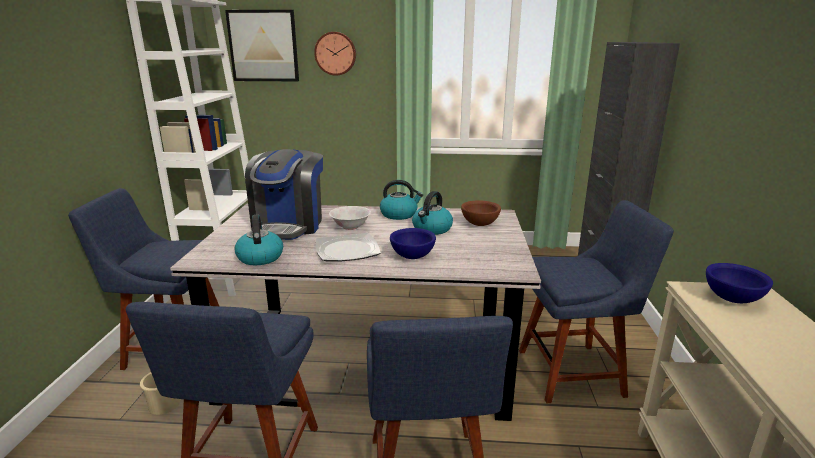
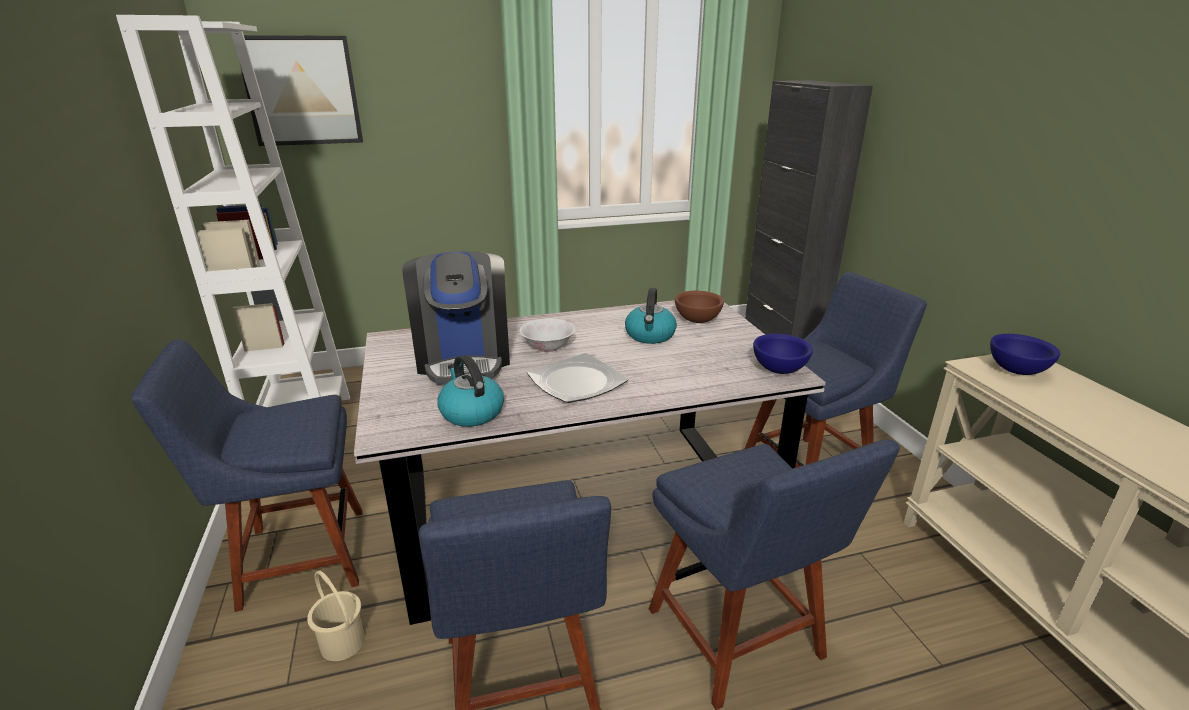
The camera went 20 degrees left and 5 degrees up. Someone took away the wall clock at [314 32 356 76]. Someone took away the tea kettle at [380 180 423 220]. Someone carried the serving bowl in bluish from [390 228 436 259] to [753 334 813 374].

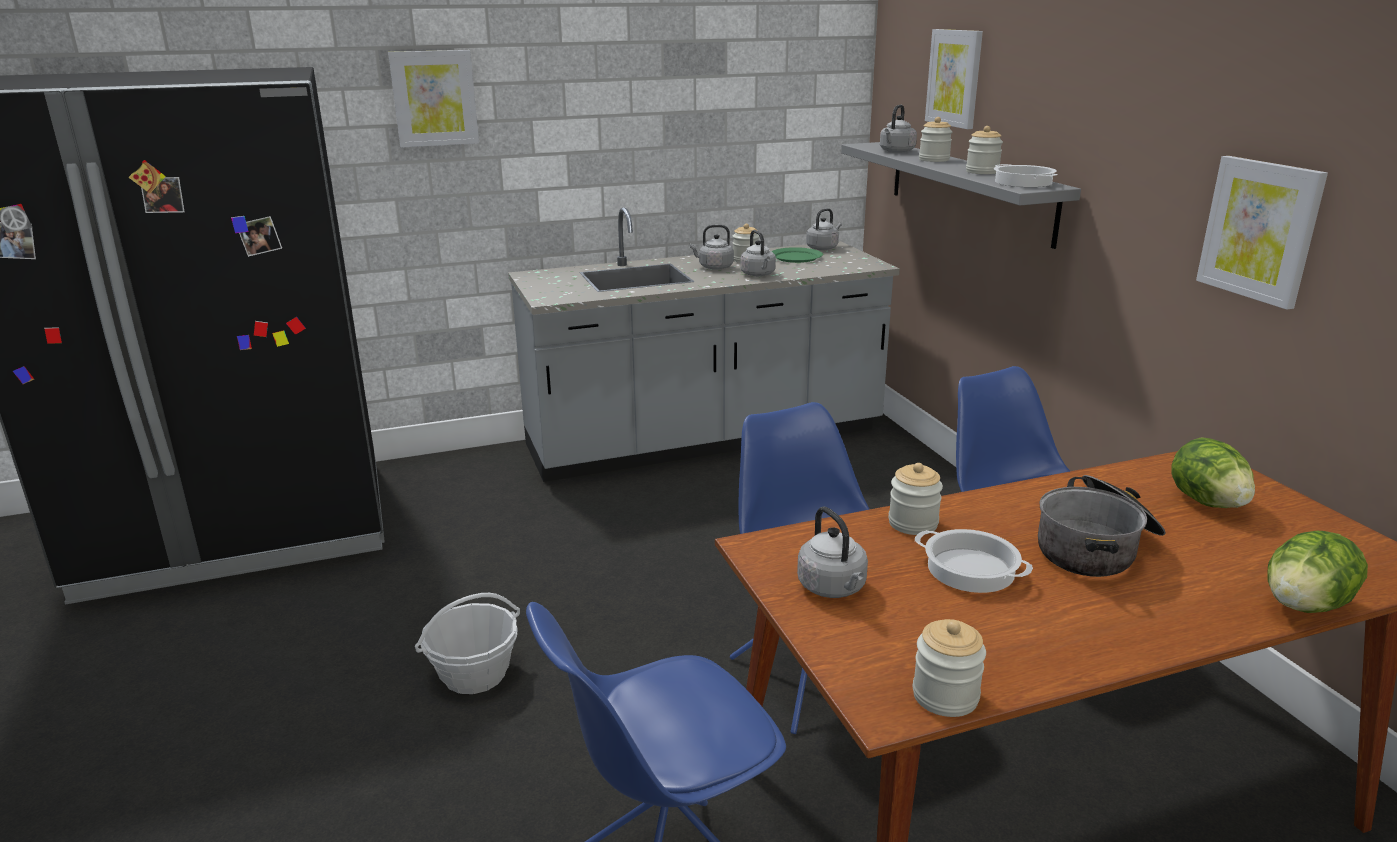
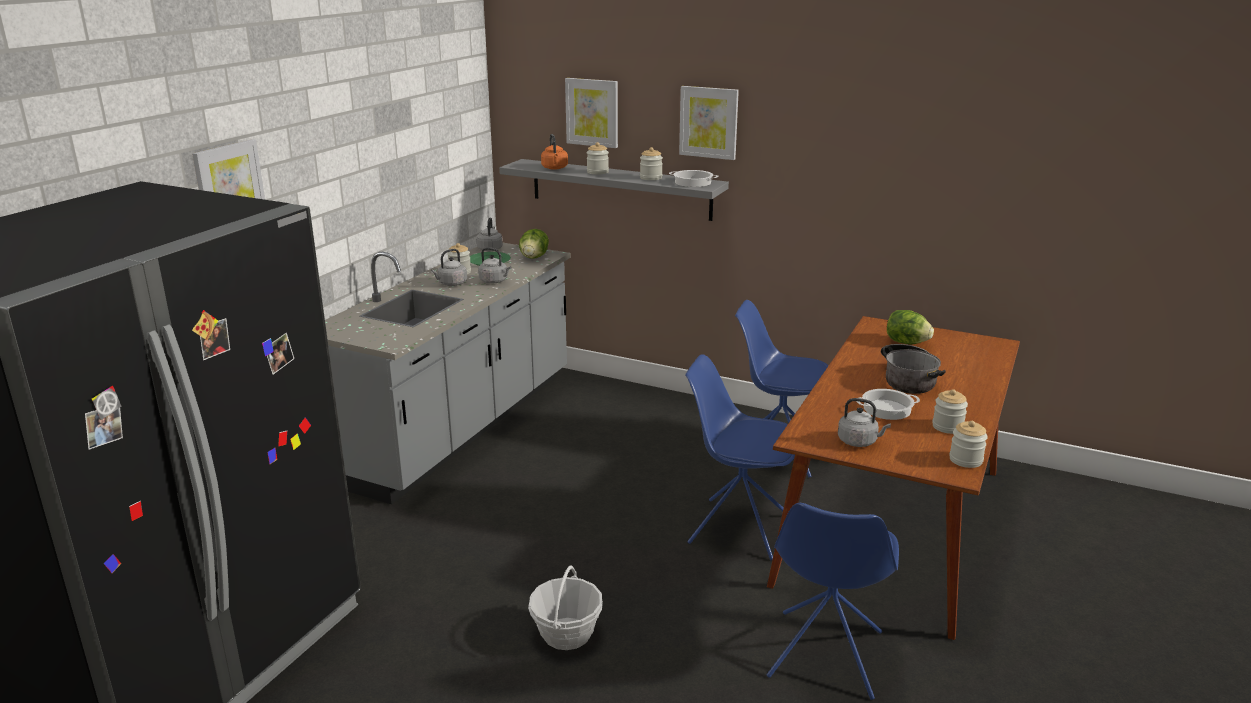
The camera went 45 degrees left and 0 degrees up. Someone carried the preserve jar from [888 463 943 535] to [932 389 968 434]. Someone carried the wall art from [1196 156 1328 310] to [679 86 739 160]. Someone carried the lettuce head from [1267 531 1368 613] to [519 229 549 259]. Someone repainted the tea kettle in grey at [880 105 917 153], which became the tea kettle in orange at [541 134 568 170].

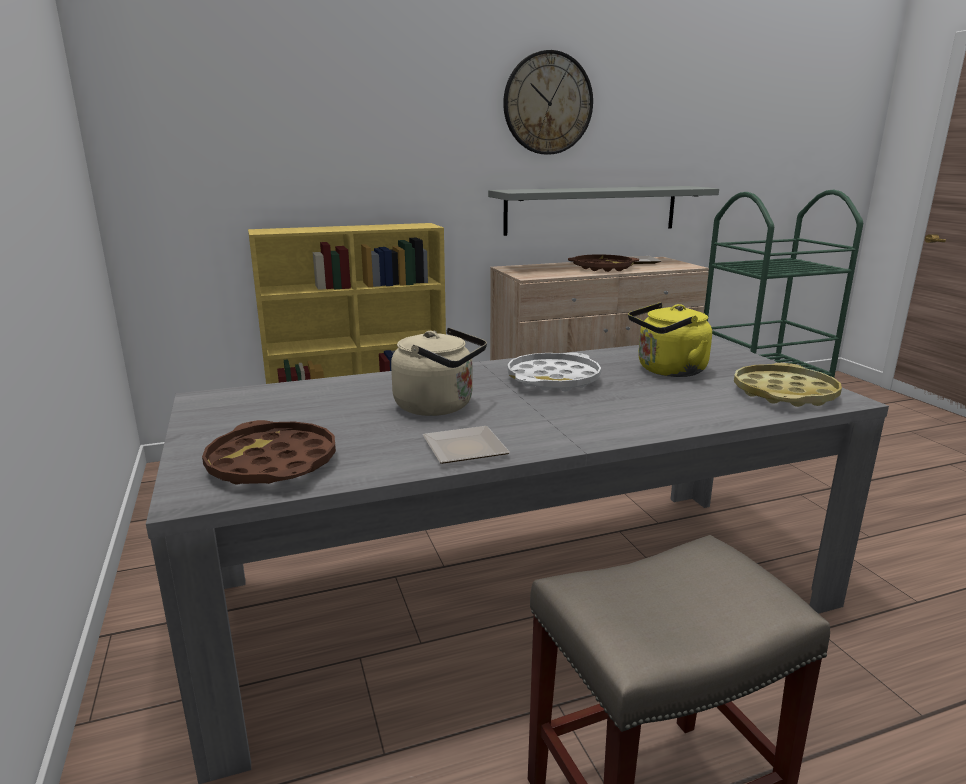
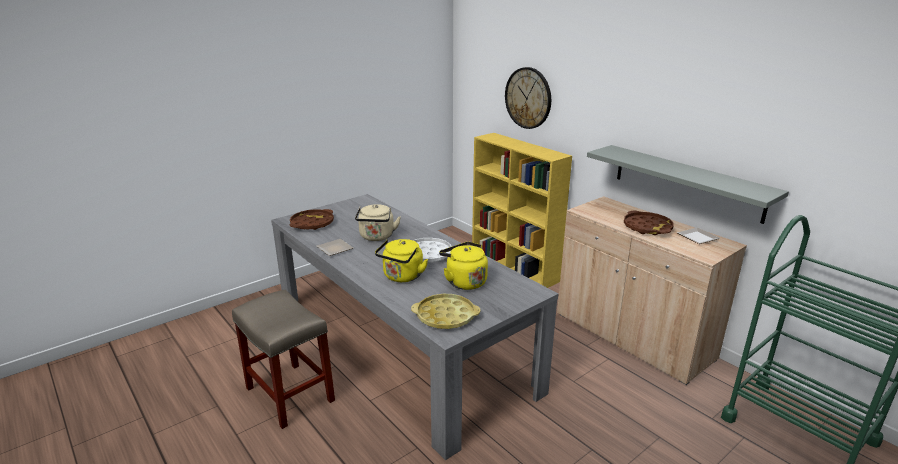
The camera went 70 degrees right and 5 degrees up. Someone put down the tea kettle in yellowish at [375 239 428 282]. Someone carried the wall clock from [503 50 593 155] to [505 67 551 129].

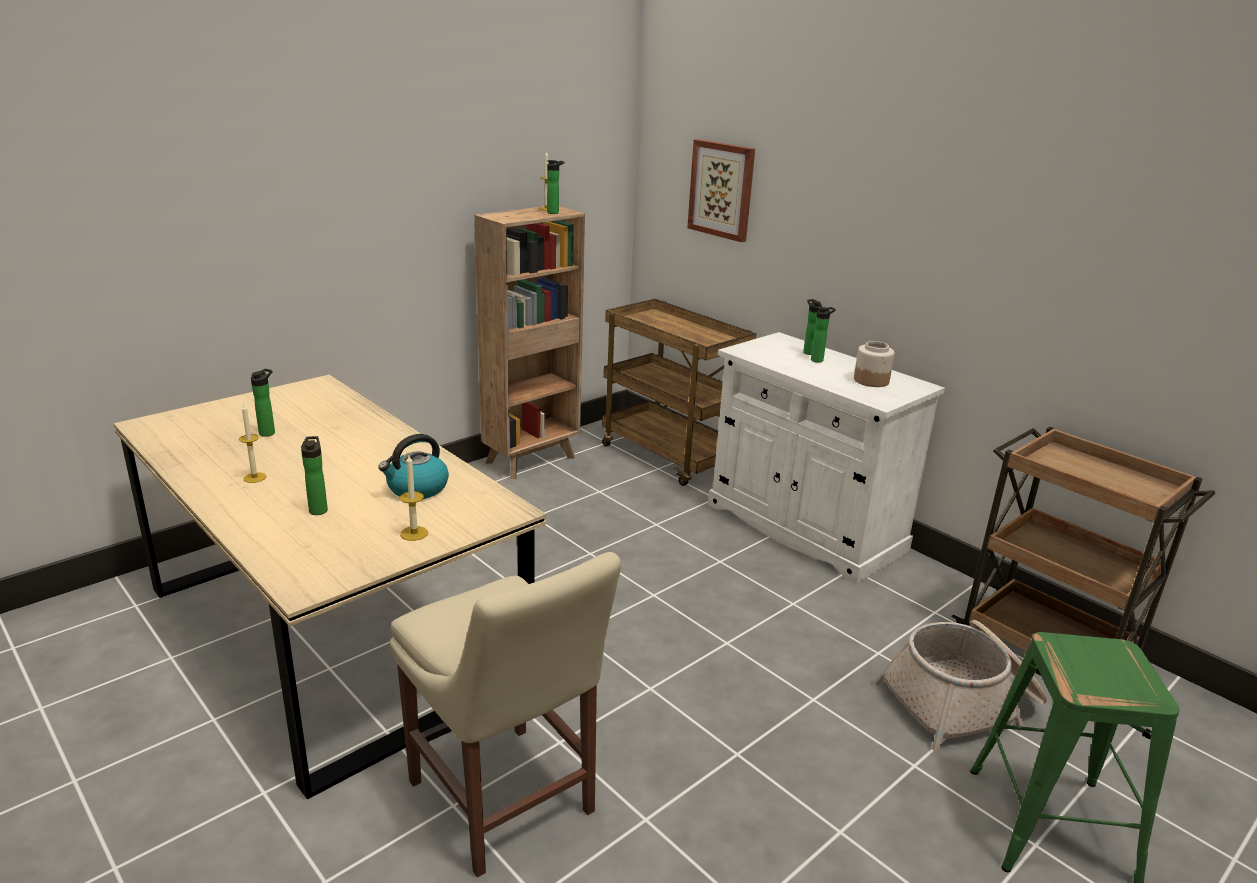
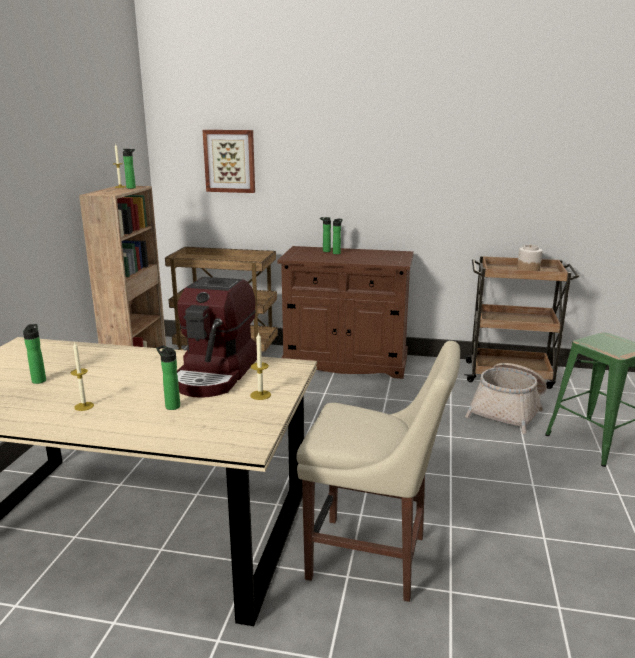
The camera went 35 degrees left and 5 degrees down. Someone carried the preserve jar from [854 341 895 387] to [517 245 542 271]. Someone swapped the tea kettle at [378 434 449 499] for the coffee maker at [177 277 257 397]. Someone repainted the storage cabinet in white at [708 332 945 584], which became the storage cabinet in brown at [277 246 414 379].

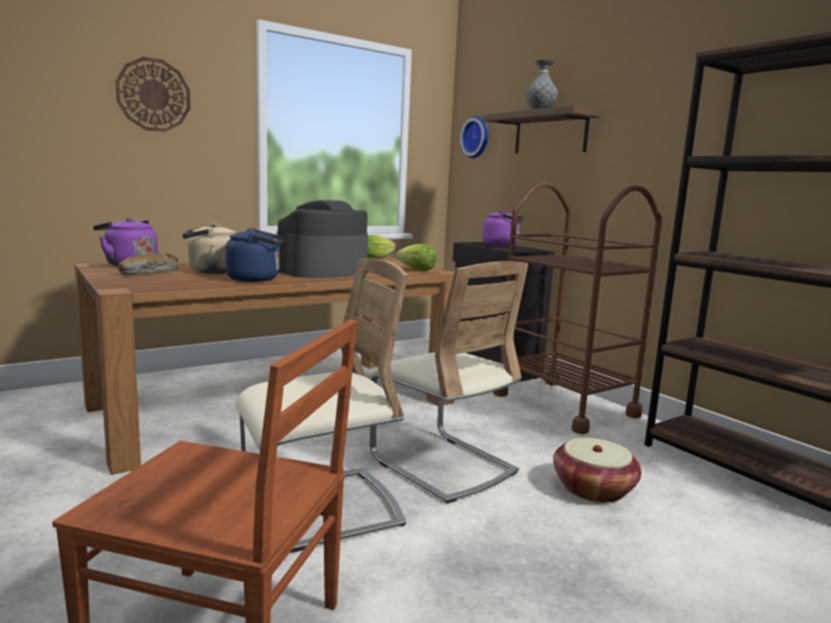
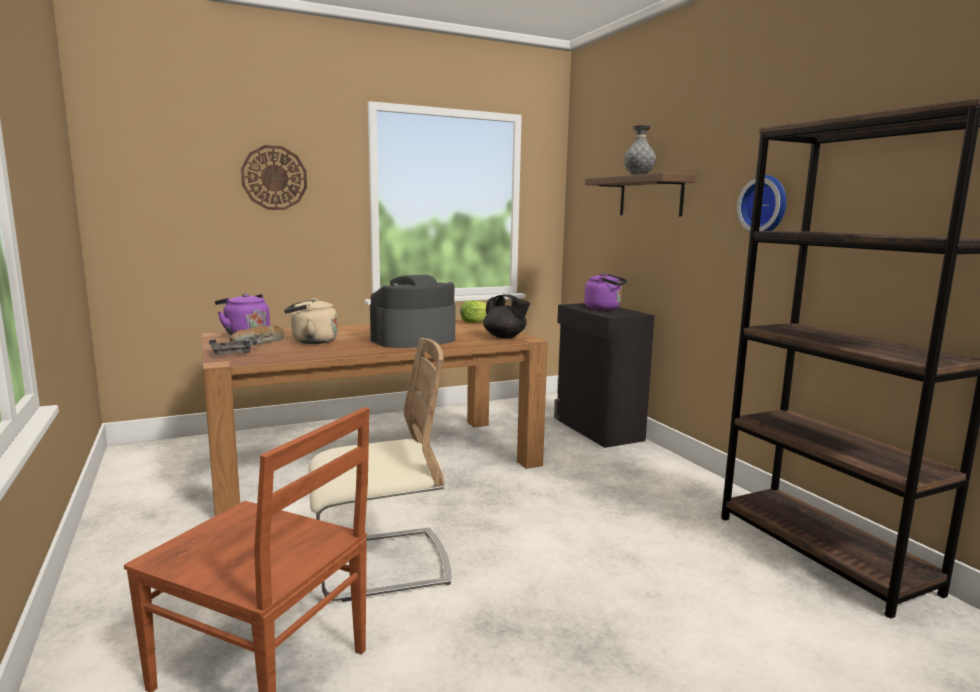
The camera went 10 degrees right and 0 degrees up. Someone took away the tea kettle in bluish at [225 228 284 282]. Someone took away the upright chair in sand-coloured at [370 261 529 504]. Someone took away the cart in brown at [493 182 662 434]. Someone took away the storage basket at [553 437 641 503]. Someone put down the carrying tray in grey at [209 339 261 355]. Someone carried the wall clock from [460 116 488 158] to [737 175 786 232]. Someone swapped the lettuce head at [396 244 436 271] for the pot for tea in black at [483 295 530 338].

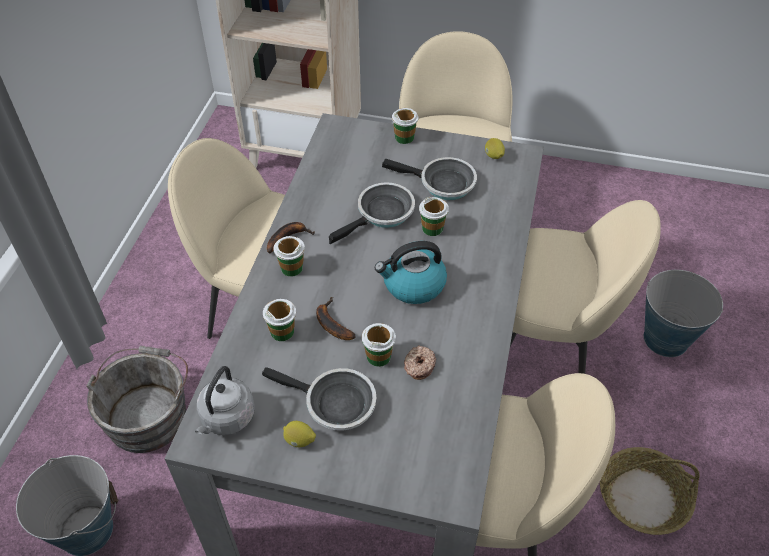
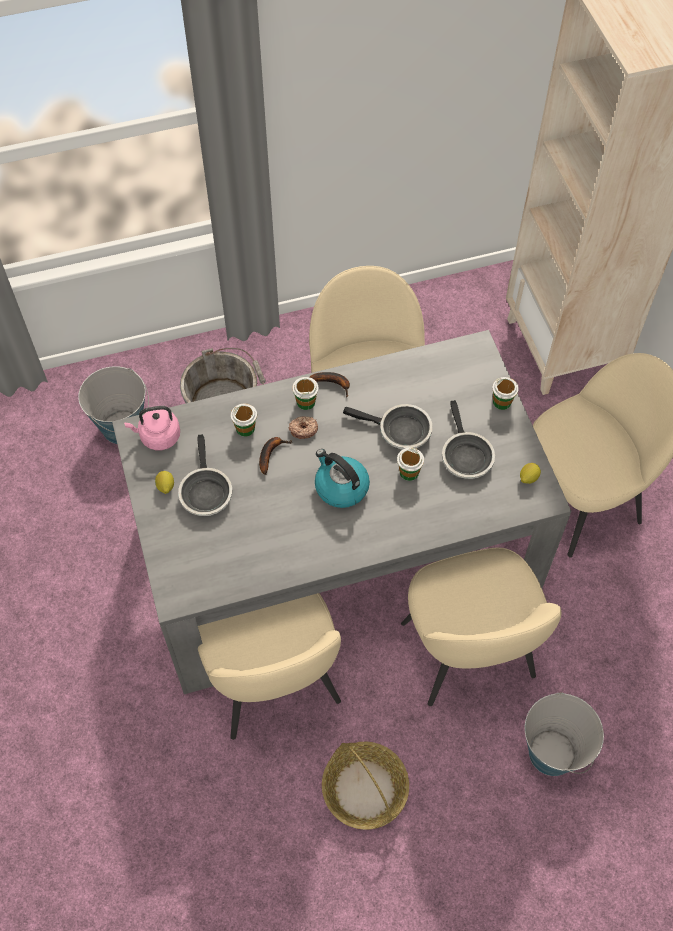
The camera went 60 degrees right and 10 degrees up. Someone took away the cup at [362 323 396 367]. Someone carried the donut from [404 345 436 380] to [289 417 318 439]. Someone repainted the tea kettle in grey at [195 366 255 435], which became the tea kettle in pink at [124 406 180 450].

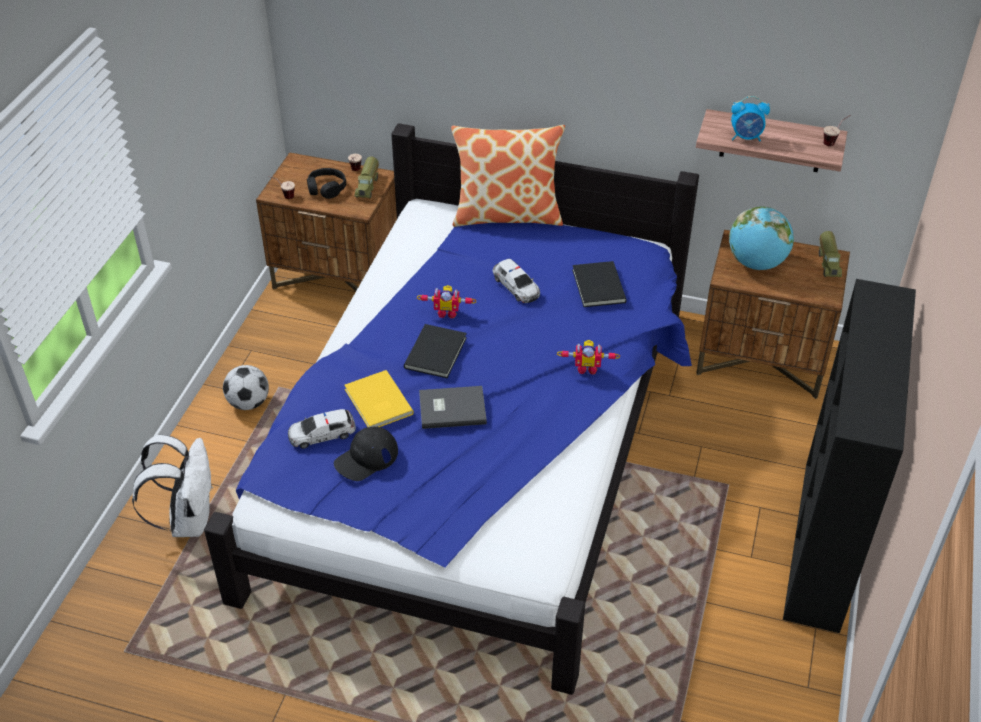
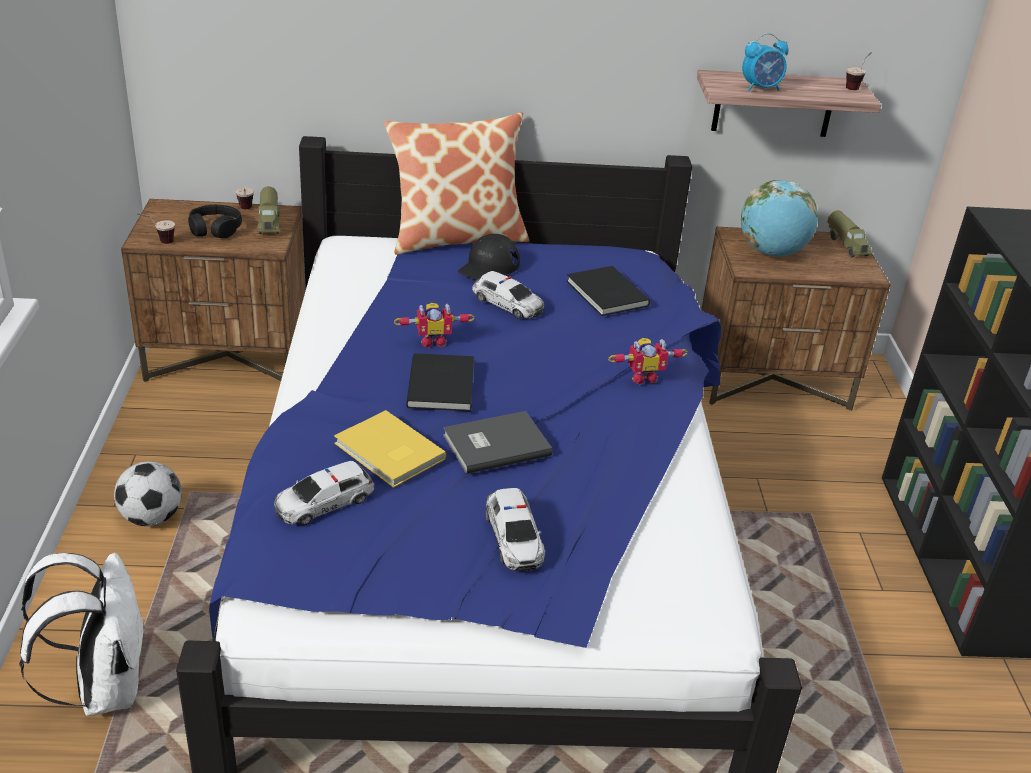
The camera went 20 degrees left and 10 degrees down. Someone put down the miniature car at [486 488 545 571]. Someone carried the peaked cap in black from [334 427 398 481] to [458 234 520 280].

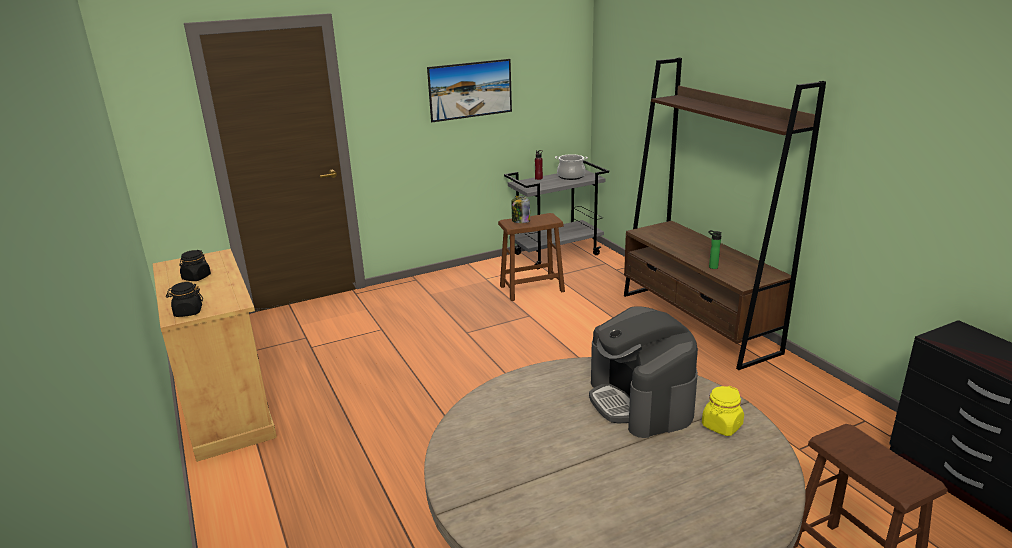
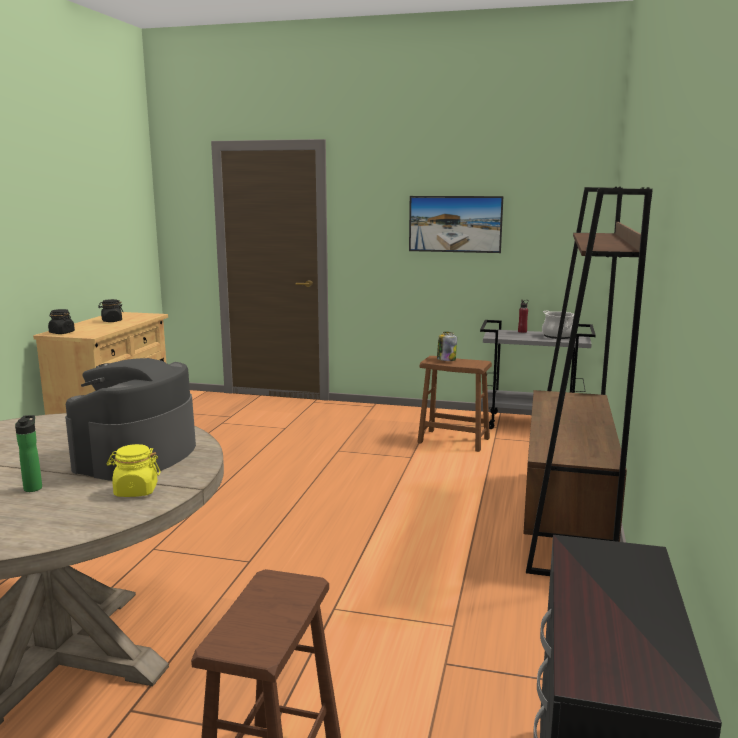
The camera went 40 degrees right and 10 degrees down. Someone carried the bottle from [708 230 721 269] to [15 415 42 492].

